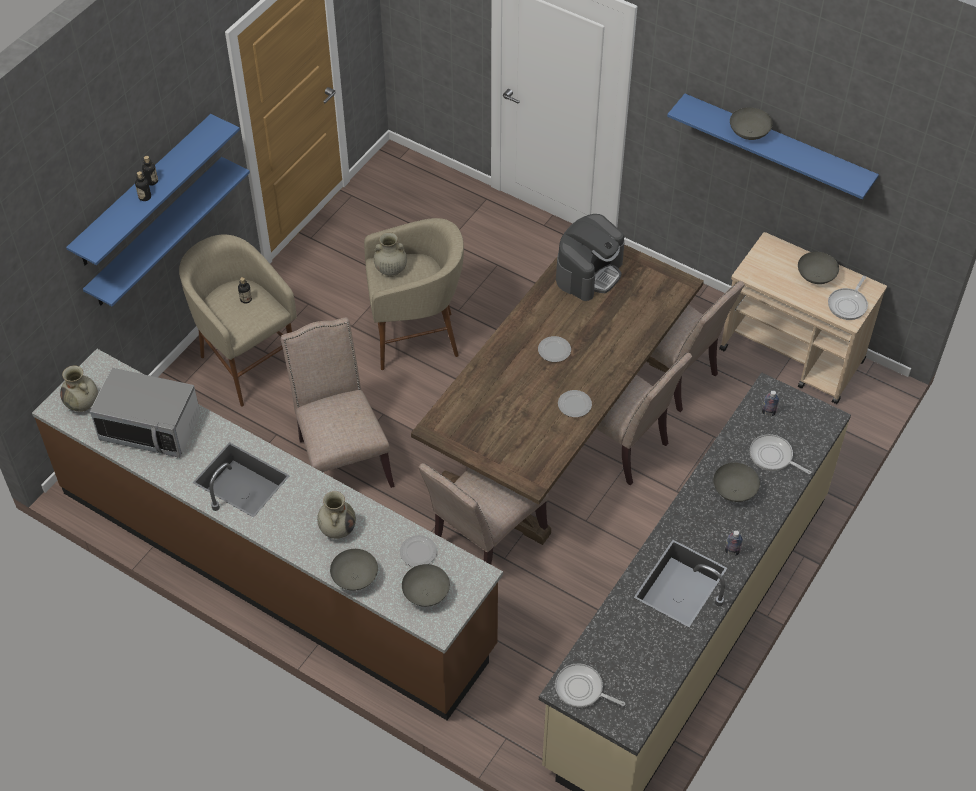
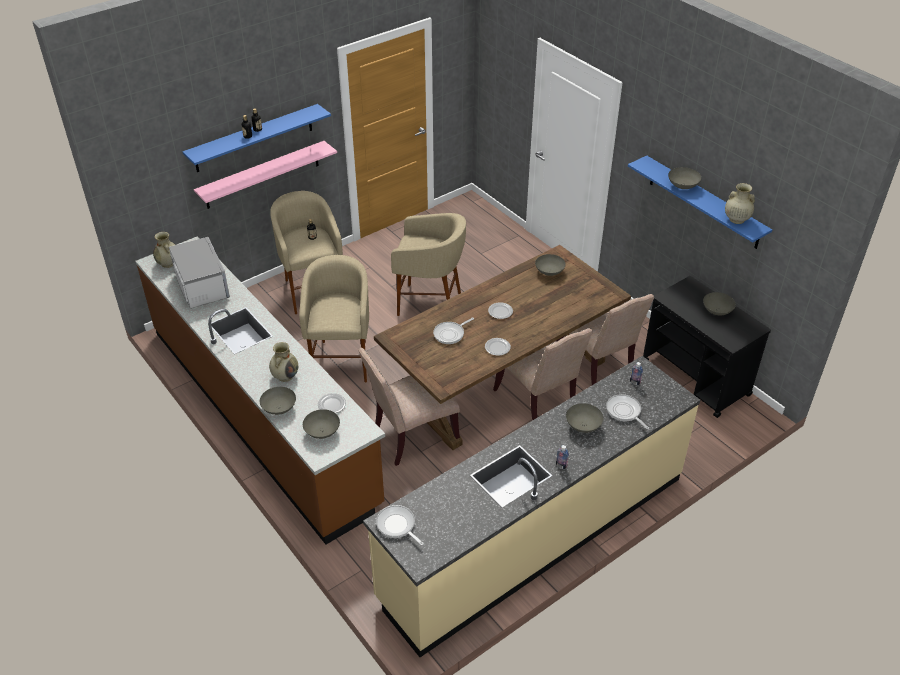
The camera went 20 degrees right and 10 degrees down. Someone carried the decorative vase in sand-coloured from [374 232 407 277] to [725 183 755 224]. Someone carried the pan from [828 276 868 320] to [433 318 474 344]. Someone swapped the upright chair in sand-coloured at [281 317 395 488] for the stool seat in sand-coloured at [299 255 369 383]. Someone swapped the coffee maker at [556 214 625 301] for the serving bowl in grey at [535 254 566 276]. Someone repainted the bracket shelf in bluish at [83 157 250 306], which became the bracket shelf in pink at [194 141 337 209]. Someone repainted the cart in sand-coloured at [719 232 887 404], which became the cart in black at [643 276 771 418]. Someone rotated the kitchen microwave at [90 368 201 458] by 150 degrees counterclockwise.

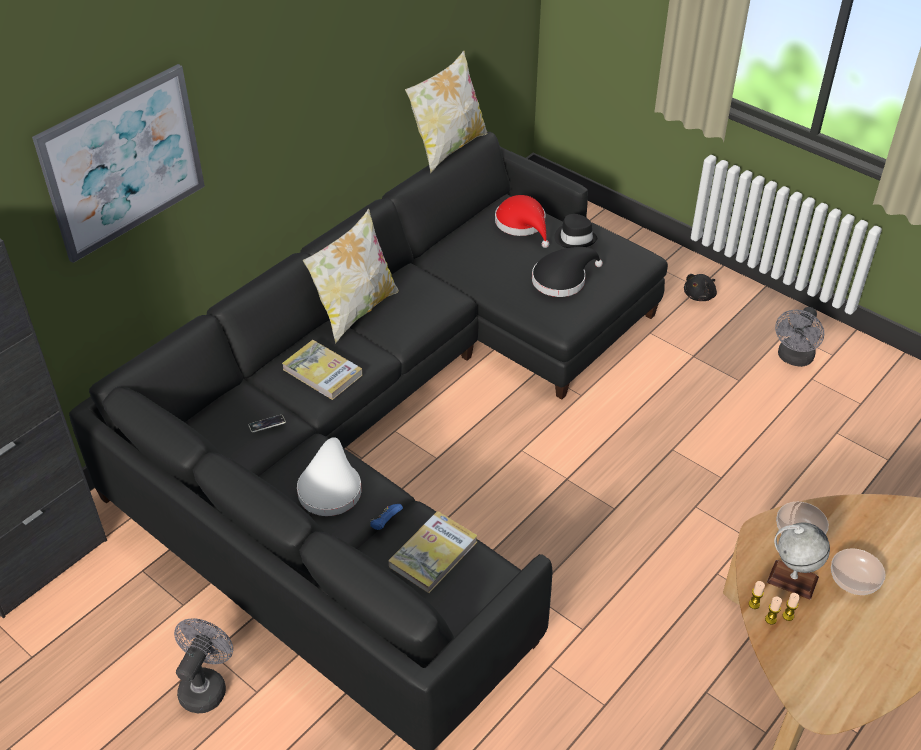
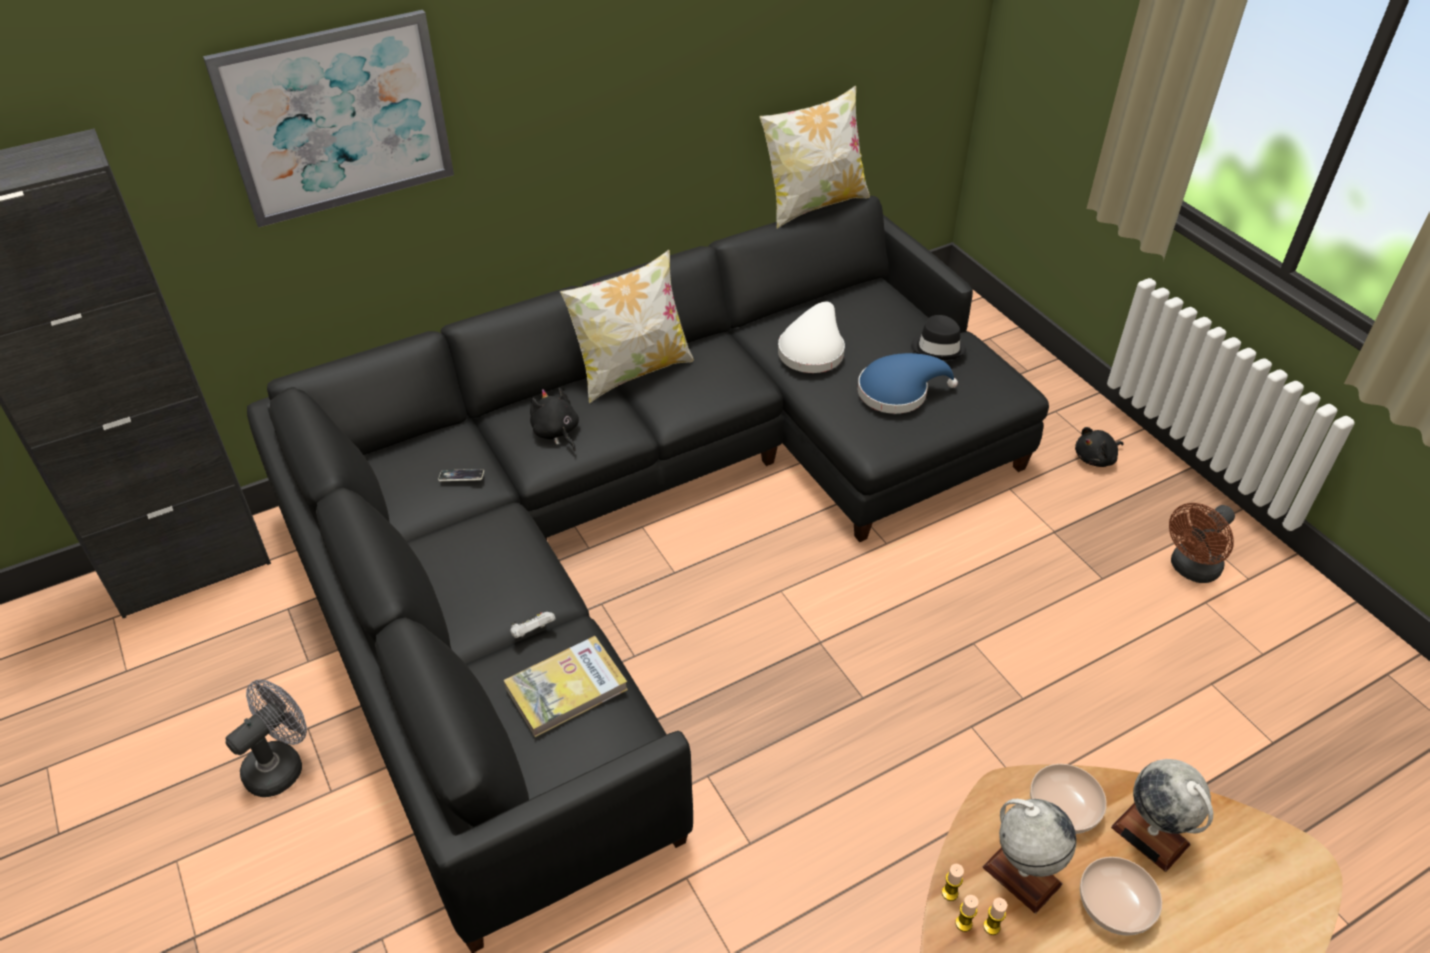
The camera went 20 degrees right and 0 degrees up. Someone took away the hat in red at [495 195 549 248]. Someone put down the globe at [1111 759 1213 872]. Someone carried the hat in white from [297 437 361 516] to [778 302 845 373]. Someone swapped the book at [282 340 363 400] for the soft toy in black at [530 388 579 451]. Someone repainted the gamepad in bluish at [370 504 403 530], which became the gamepad in white at [510 612 556 638]. Someone repainted the hat in black at [532 247 603 297], which became the hat in bluish at [858 353 958 414]. Someone repainted the fan in grey at [775 307 824 367], which became the fan in brown at [1169 503 1235 583].

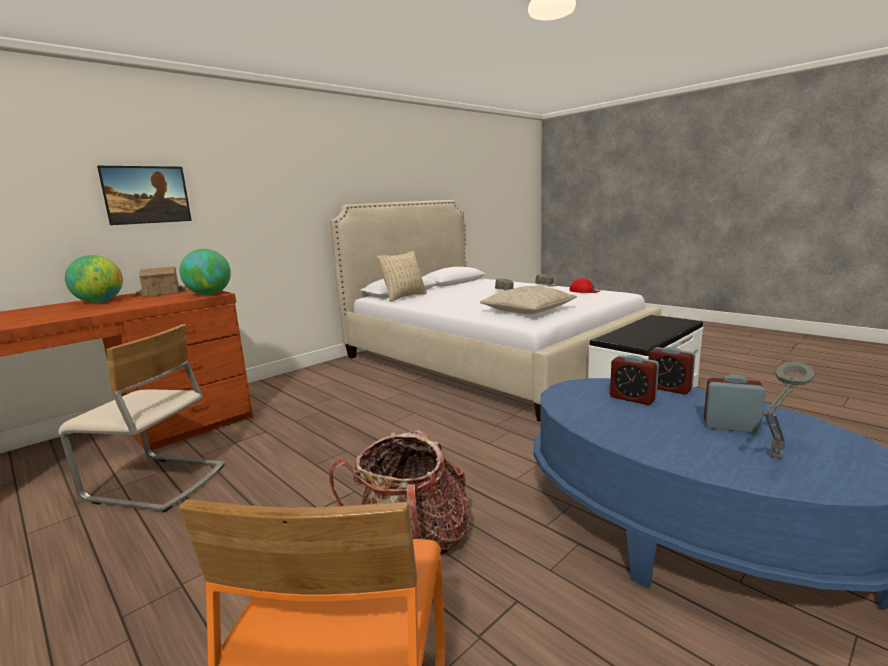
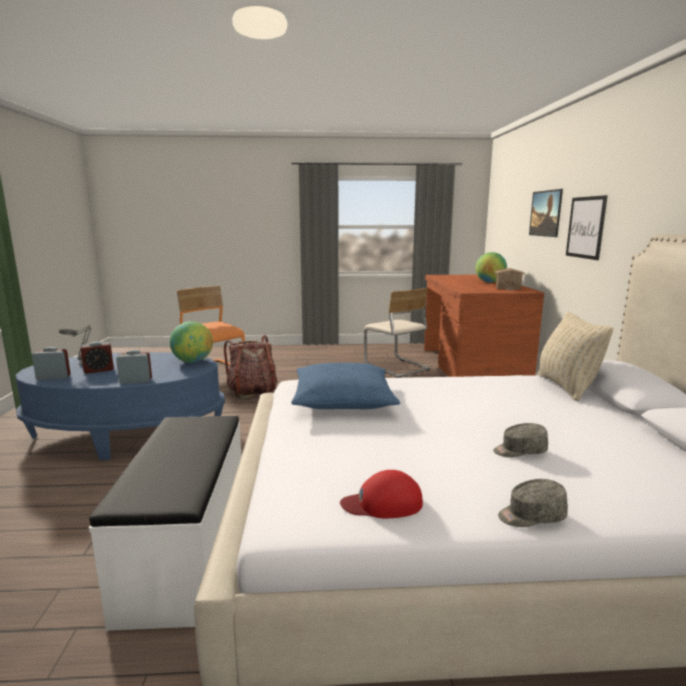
The camera went 130 degrees right and 0 degrees up. Someone put up the wall art at [566 195 608 260]. Someone carried the globe from [180 249 231 295] to [170 321 213 363]. Someone carried the alarm clock from [610 355 659 405] to [32 347 71 380]. Someone repainted the cushion in sand-coloured at [480 286 577 314], which became the cushion in bluish at [291 363 400 409]. Someone rotated the upright chair in sand-coloured at [58 324 225 512] by 90 degrees counterclockwise.

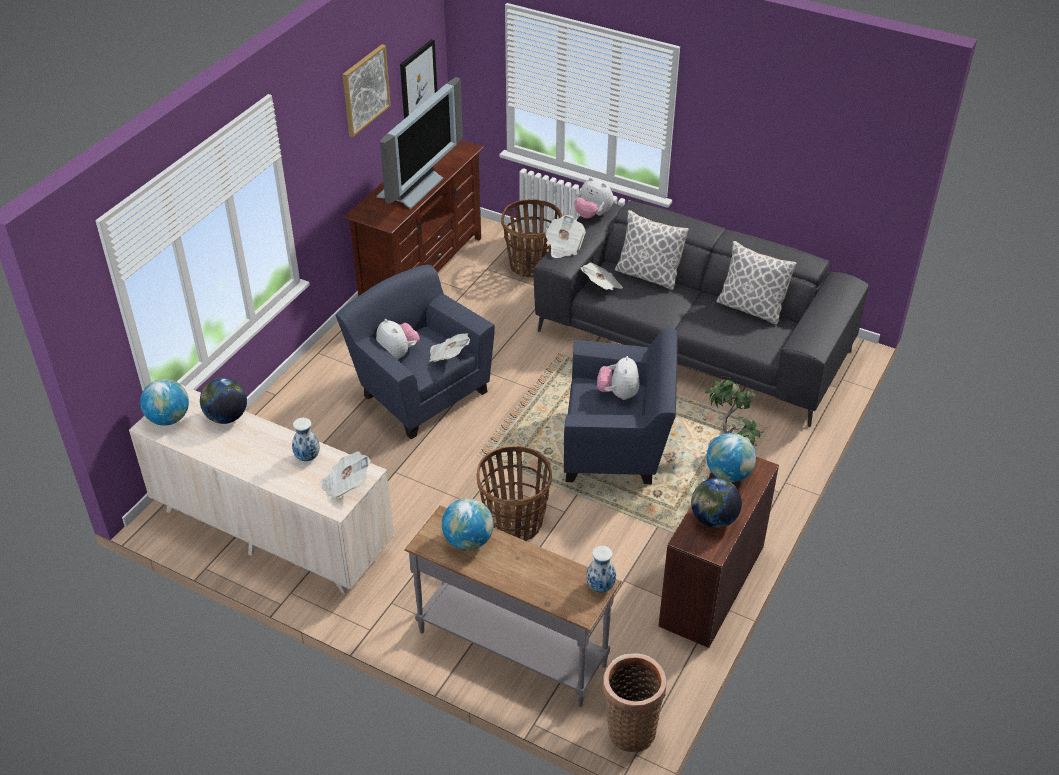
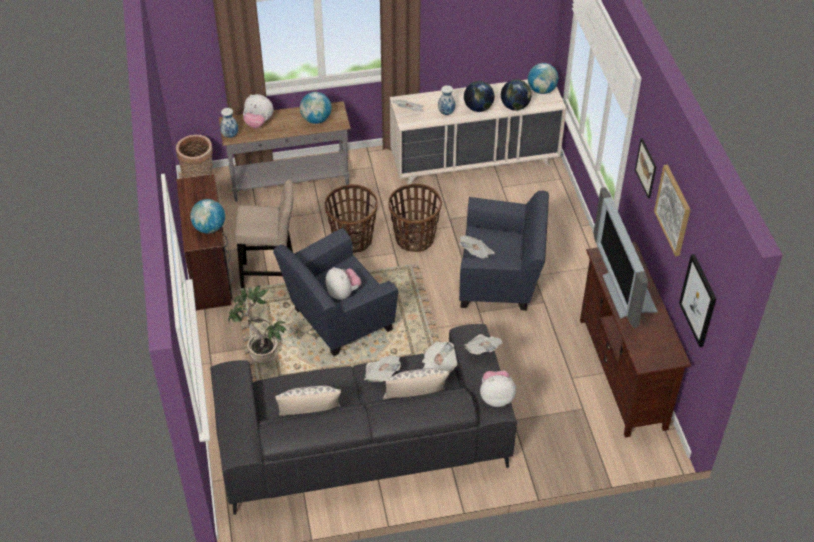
The camera went 140 degrees right and 5 degrees up. Someone put down the stool seat in sand-coloured at [235 179 293 288]. Someone put down the newspaper at [364 355 401 382]. Someone put up the wall art at [635 139 656 198]. Someone carried the soft toy from [376 319 420 360] to [243 94 273 128]. Someone carried the storage basket from [501 199 562 277] to [389 184 442 252]. Someone carried the globe from [691 478 742 528] to [464 81 494 112].

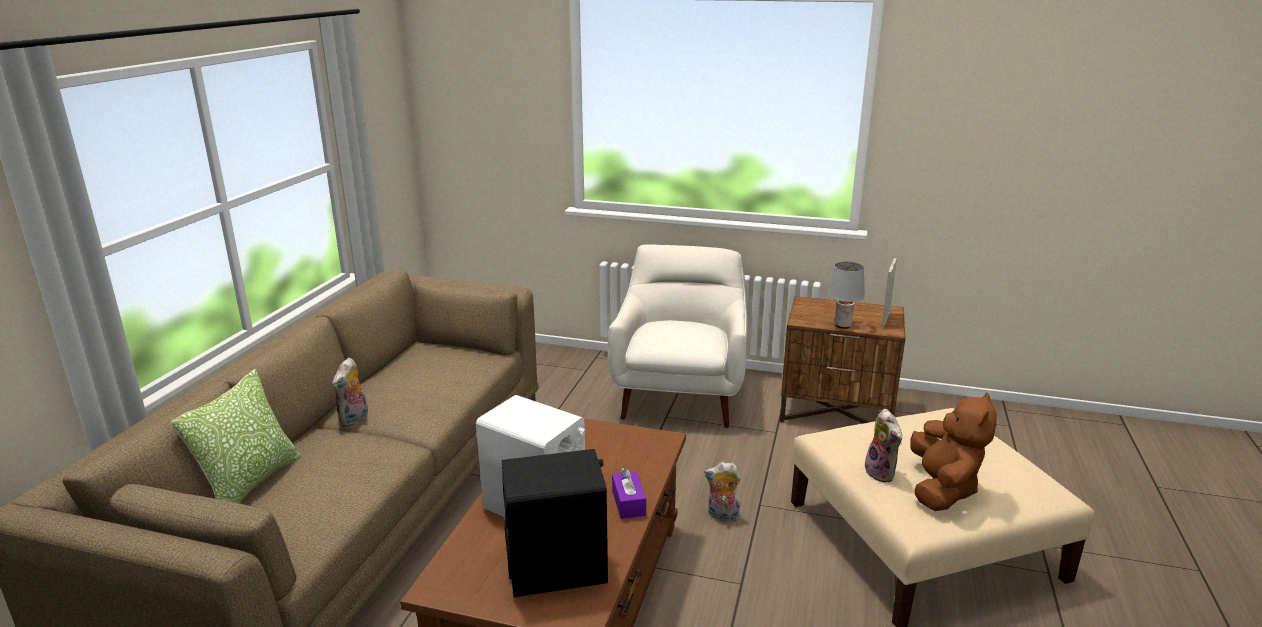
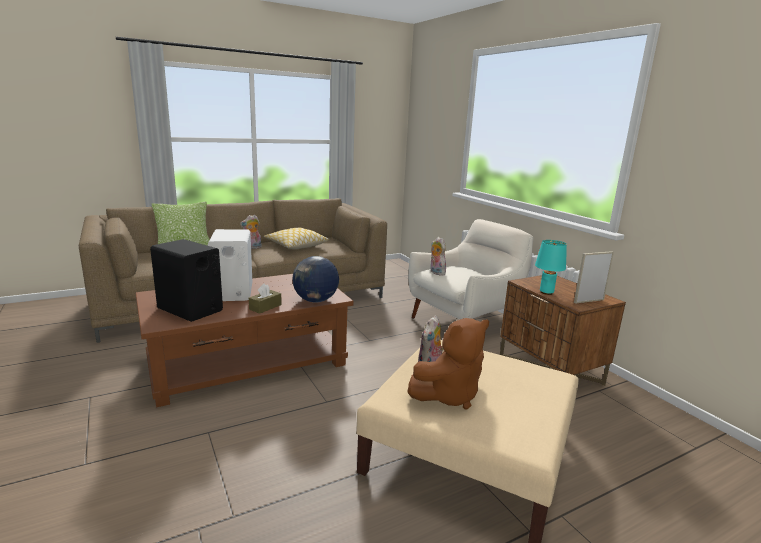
The camera went 45 degrees right and 5 degrees down. Someone put down the cushion at [264 228 329 249]. Someone put down the globe at [292 256 339 303]. Someone carried the soft toy from [704 462 742 522] to [431 237 446 276]. Someone repainted the tissue box in purple at [612 468 646 519], which became the tissue box in brown at [249 283 282 314]. Someone repainted the lamp for a table in grey at [828 262 865 329], which became the lamp for a table in blue-green at [535 240 567 295].

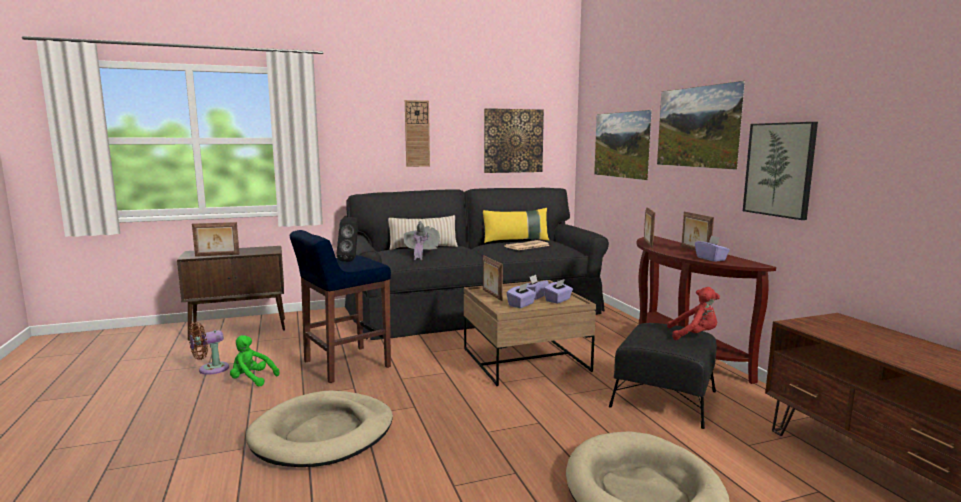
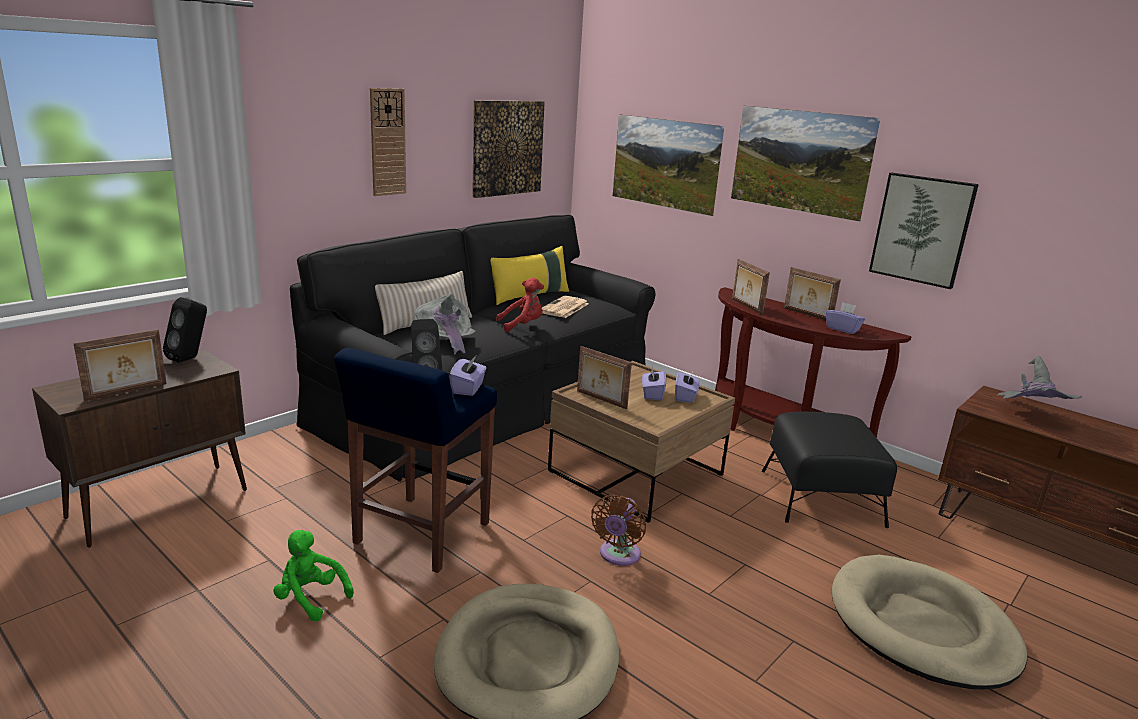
The camera went 30 degrees left and 10 degrees up. Someone put down the speaker in black at [163 297 207 363]. Someone put down the hat in grey at [997 356 1082 399]. Someone carried the fan in brown from [188 322 229 375] to [591 495 646 566]. Someone carried the tissue box in purple from [506 283 536 308] to [449 356 487 396]. Someone carried the soft toy in red from [667 287 720 340] to [496 278 544 332]. Someone rotated the soft toy in greenish at [230 335 279 386] by 45 degrees clockwise.

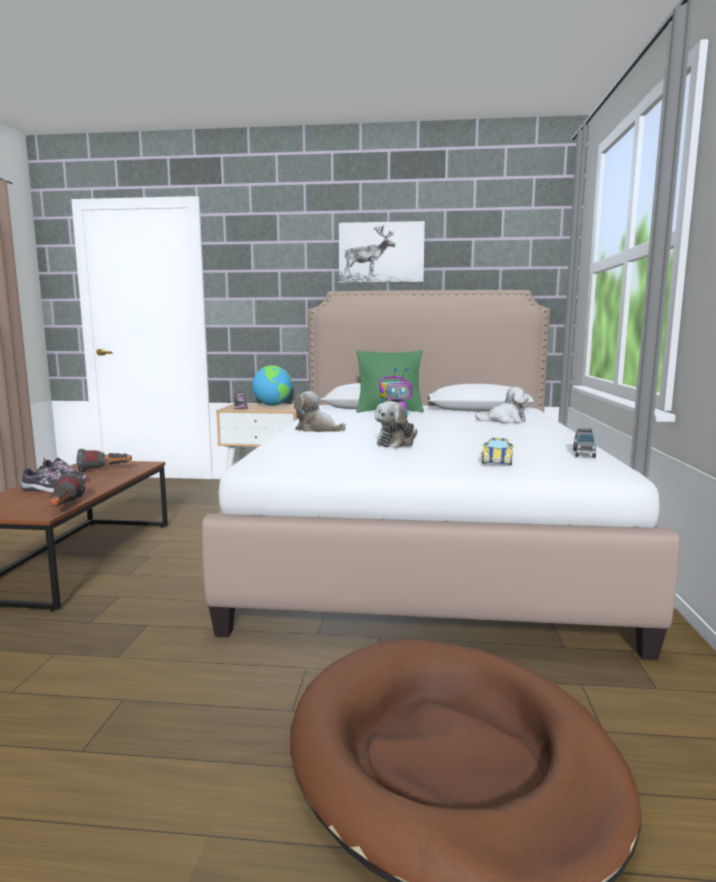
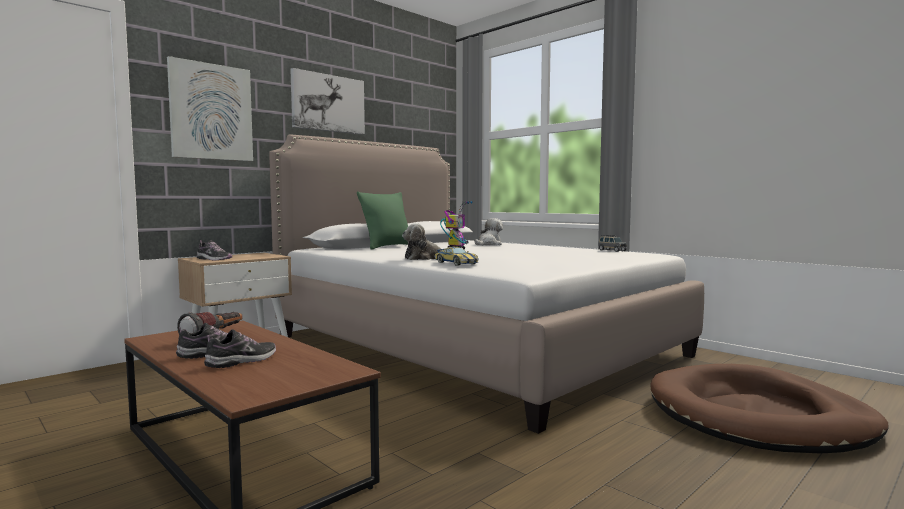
The camera went 50 degrees left and 5 degrees down. Someone took away the torch at [50 473 86 506]. Someone took away the globe at [252 365 292 406]. Someone took away the soft toy at [375 401 417 448]. Someone put up the wall art at [167 56 253 161]. Someone carried the miniature car from [482 438 514 465] to [434 247 479 266].

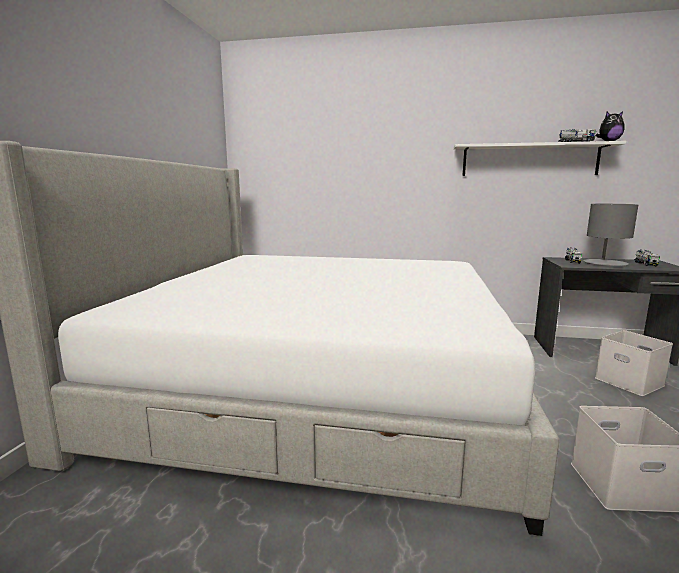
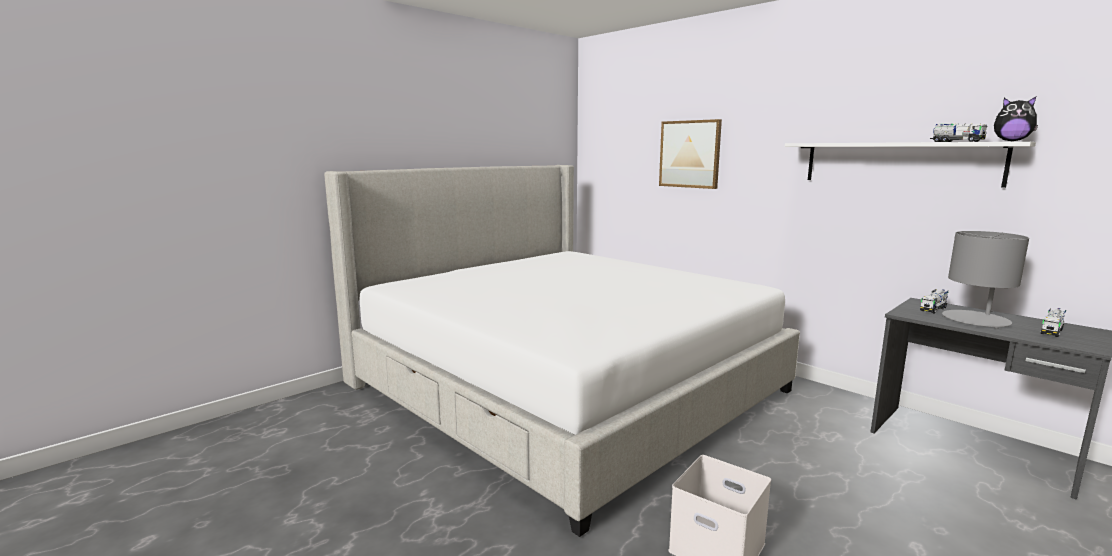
The camera went 35 degrees right and 0 degrees up. Someone took away the storage box in white at [595 330 673 396]. Someone put up the wall art at [659 119 722 189].

